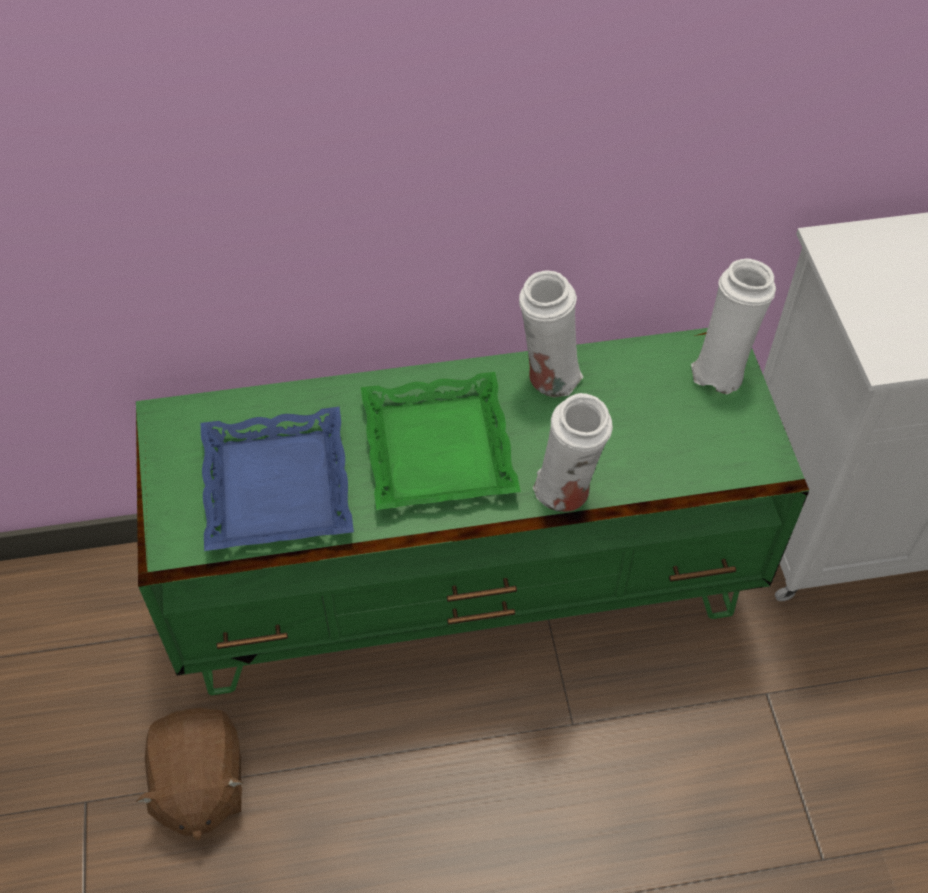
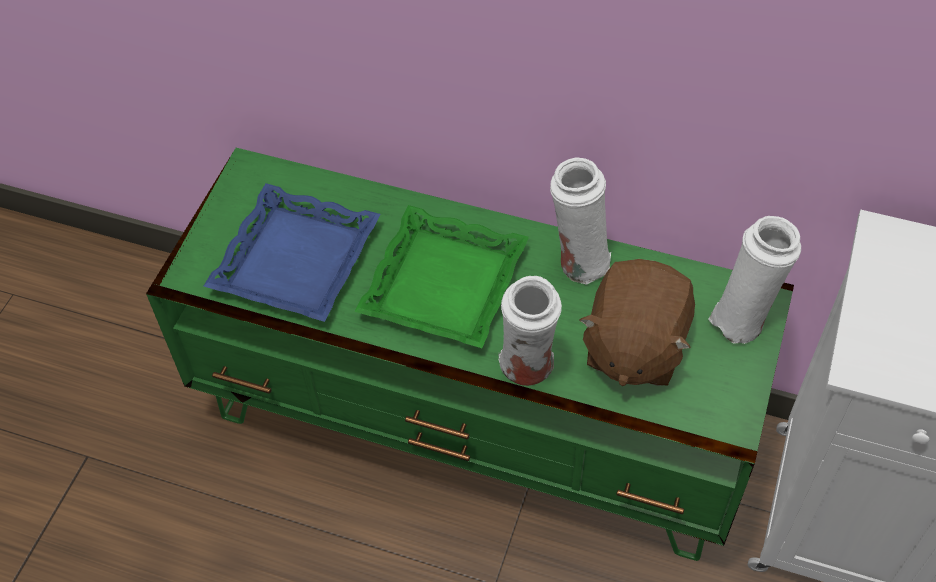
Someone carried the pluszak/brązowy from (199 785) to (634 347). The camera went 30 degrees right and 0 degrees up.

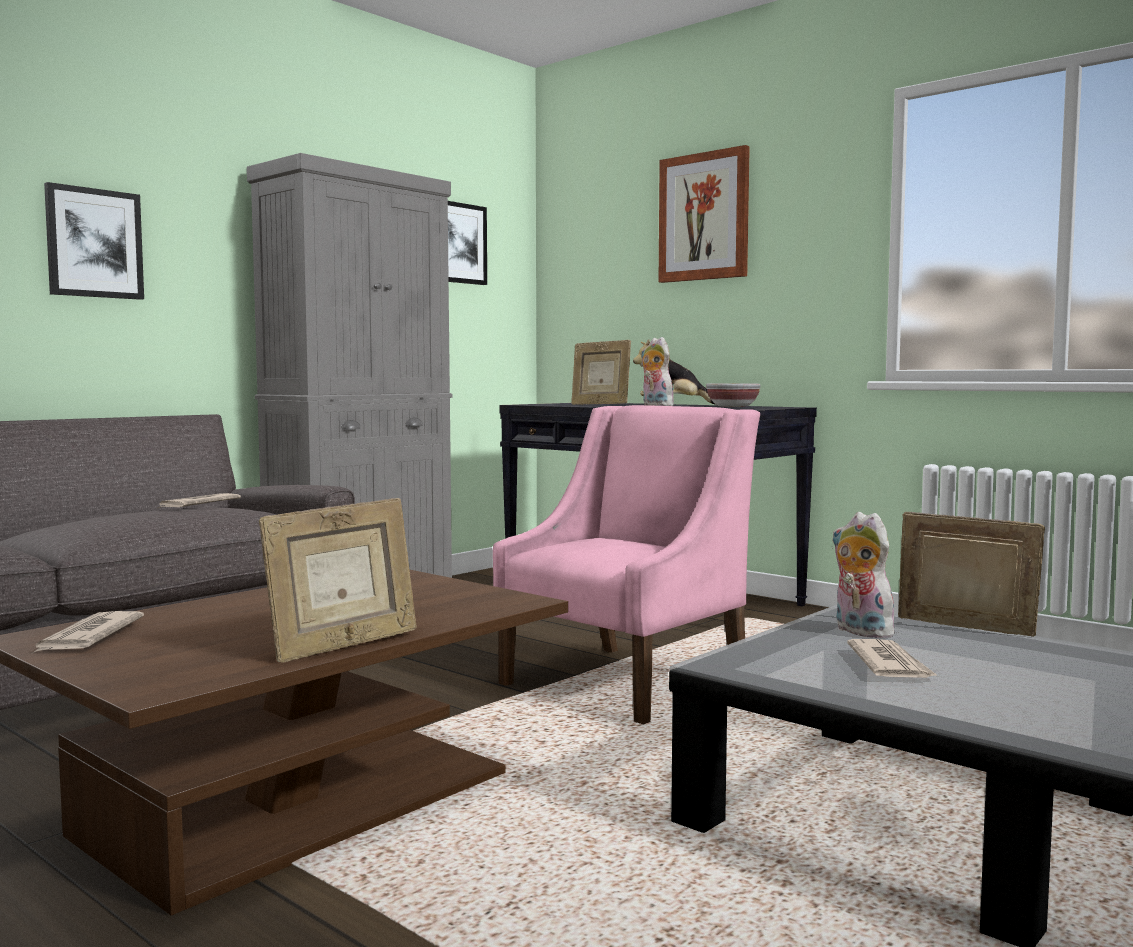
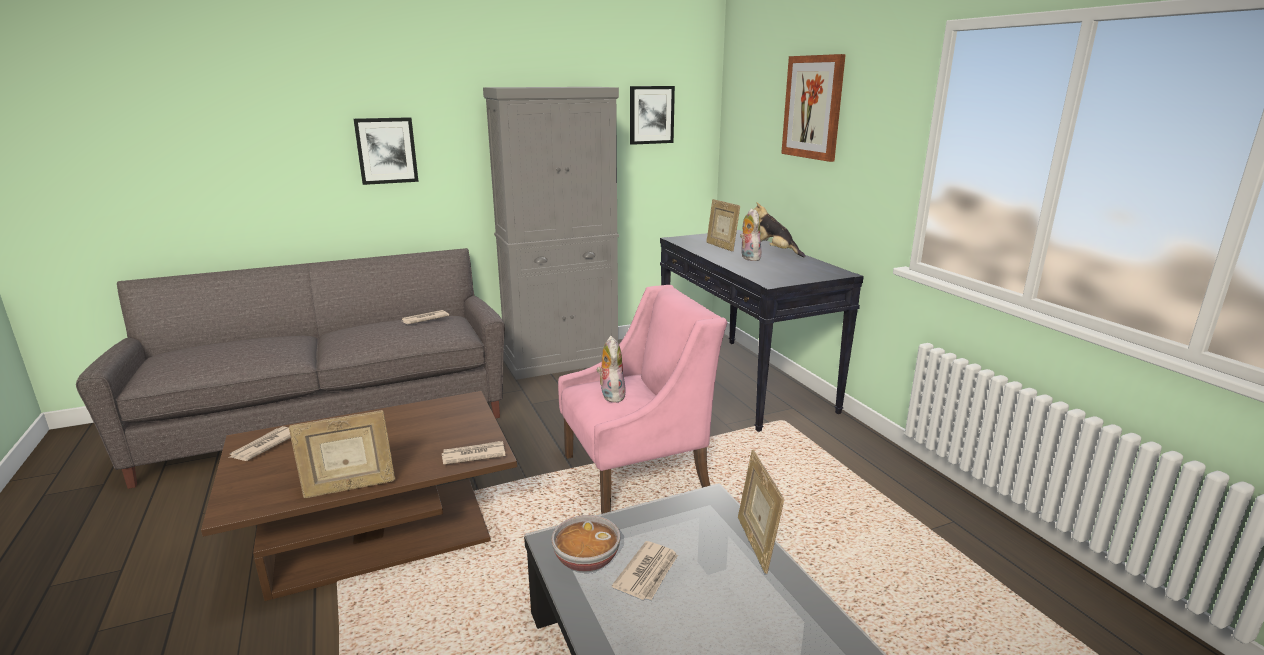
Someone carried the miska from (732 407) to (586 560). Someone carried the pluszak from (859 631) to (611 395). Someone rotated the ramka na zdjęcie at (965 631) by 150 degrees counterclockwise. Someone put down the gazeta at (473 455). The camera went 25 degrees right and 15 degrees up.

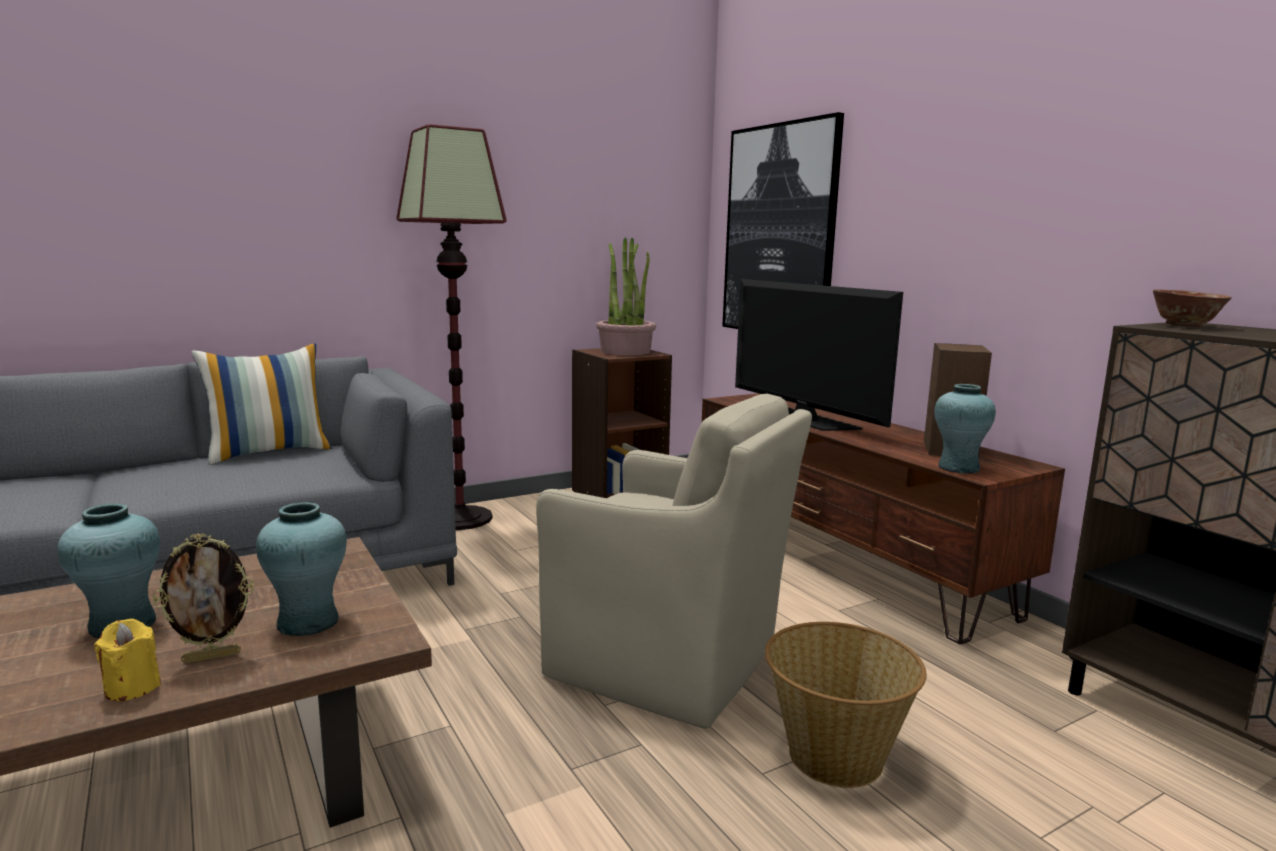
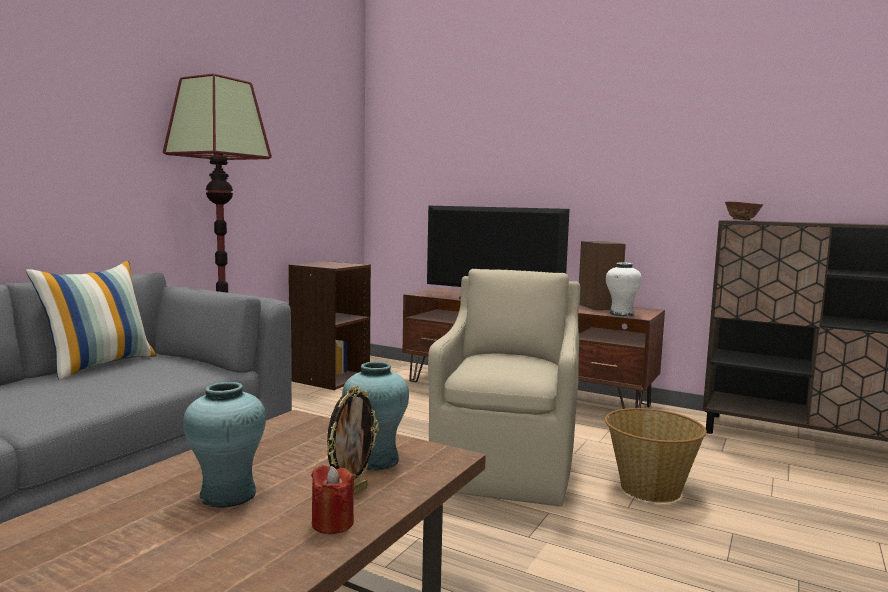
Someone repainted the świeca/żółty at (132 687), which became the świeca/czerwony at (332 523). Someone rotated the fotel/beżowy at (669 664) by 75 degrees counterclockwise. Someone took away the roślina doniczkowa at (625 351). Someone took away the obraz at (779 231). Someone repainted the wazon/turkusowy at (958 468), which became the wazon/biały at (621 314). The camera went 30 degrees left and 5 degrees down.

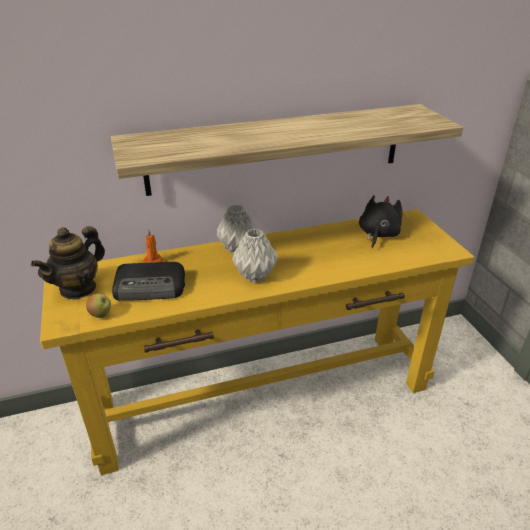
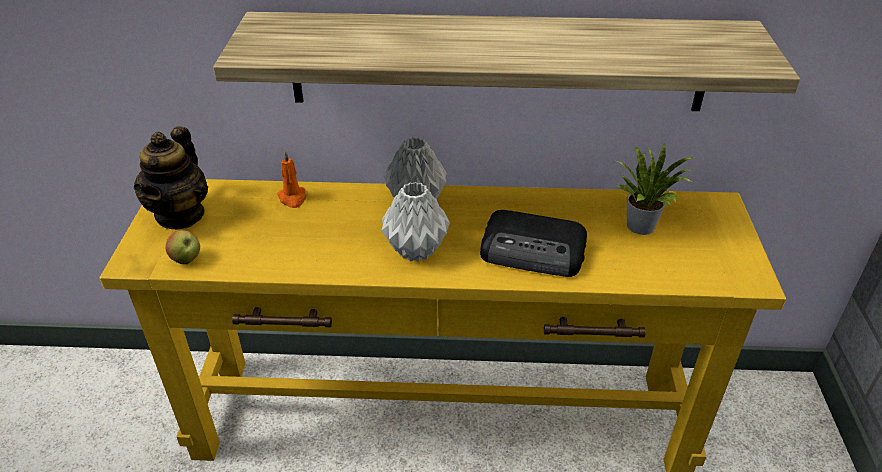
Someone rotated the imbryk at (78 288) by 45 degrees counterclockwise. Someone carried the radio from (151 287) to (534 251). Someone swapped the pluszak/czarny at (378 234) for the roślina doniczkowa at (642 224). The camera went 20 degrees right and 5 degrees up.

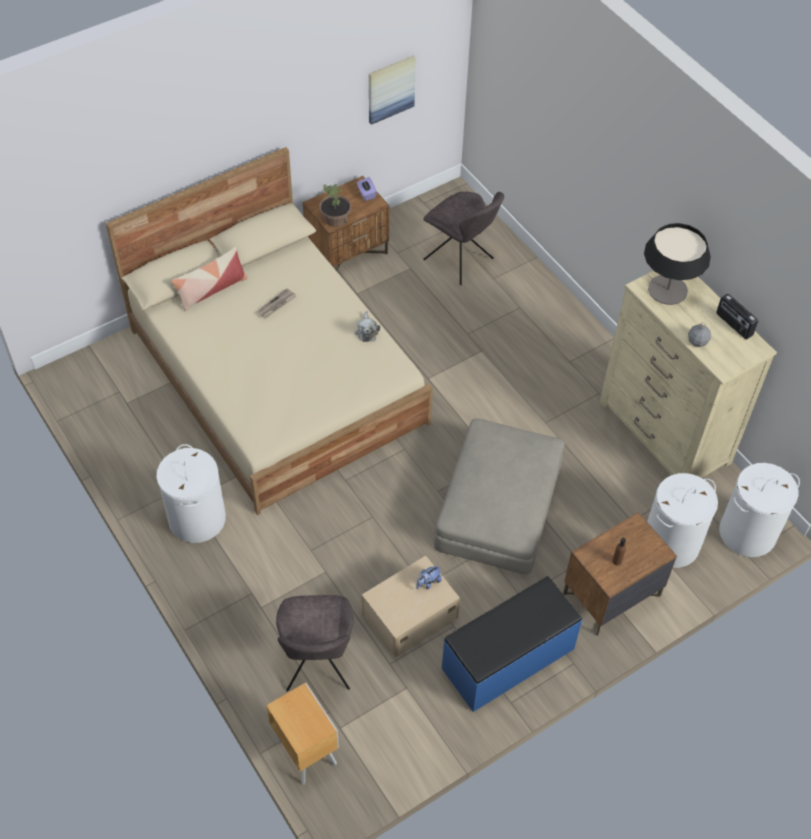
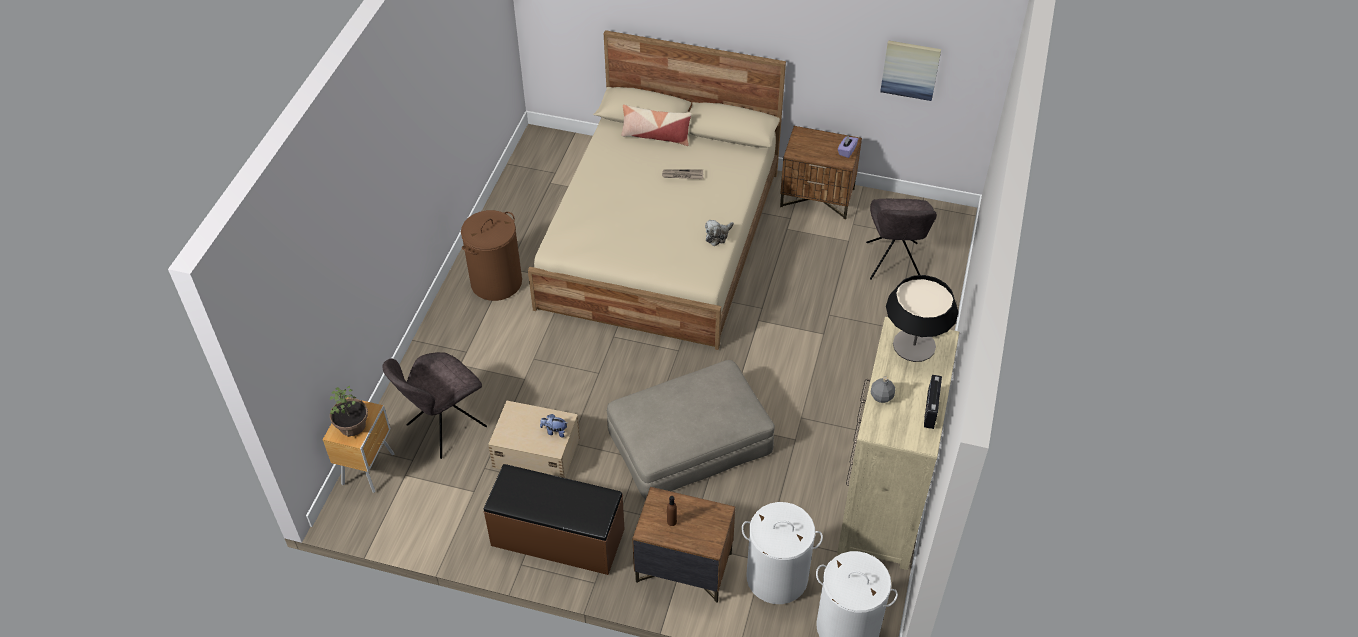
Someone repainted the kosz na pranie/biały at (196 518), which became the kosz na pranie/brązowy at (496 282). Someone carried the roślina doniczkowa from (336 218) to (352 425). Someone repainted the ławka/niebieski at (508 659), which became the ławka/brązowy at (557 538). The camera went 50 degrees right and 5 degrees down.

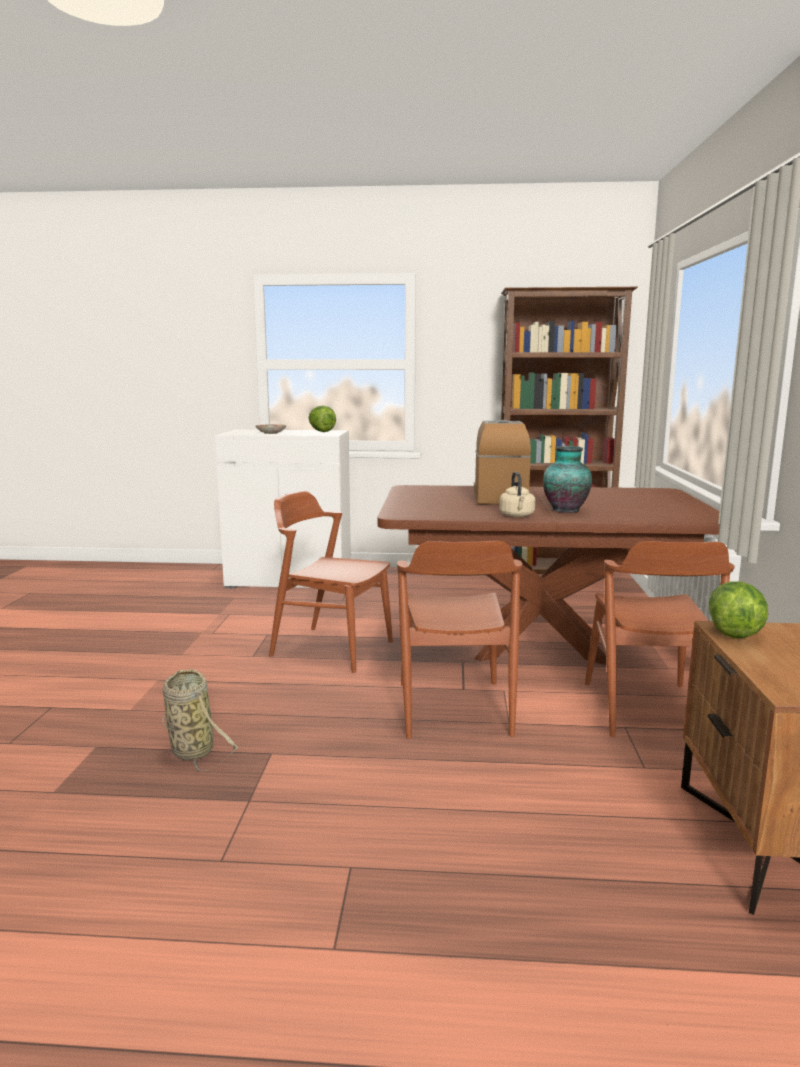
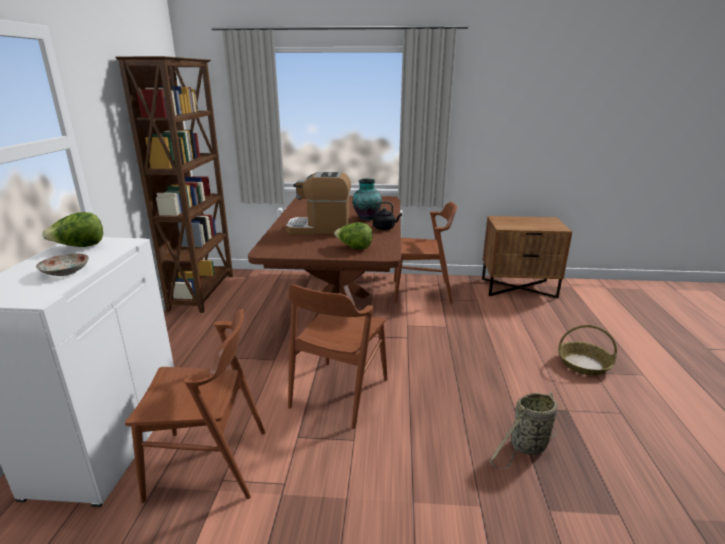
Someone carried the krzesło/brązowy from (454 708) to (209 463). Someone repainted the czajnik/beżowy at (517 516), which became the czajnik/czarny at (385 228). Someone carried the sałata from (734 632) to (354 248). Someone put down the koszyk at (584 364). The camera went 90 degrees left and 10 degrees up.

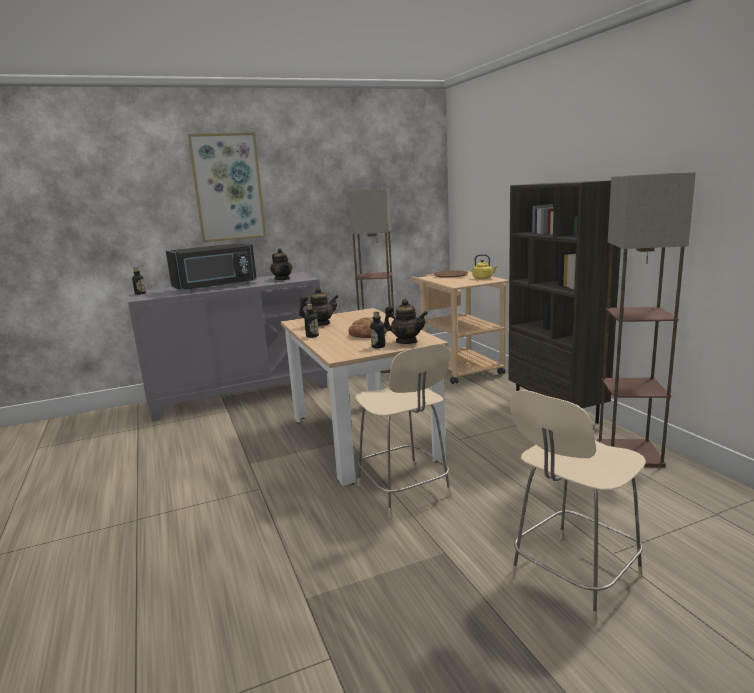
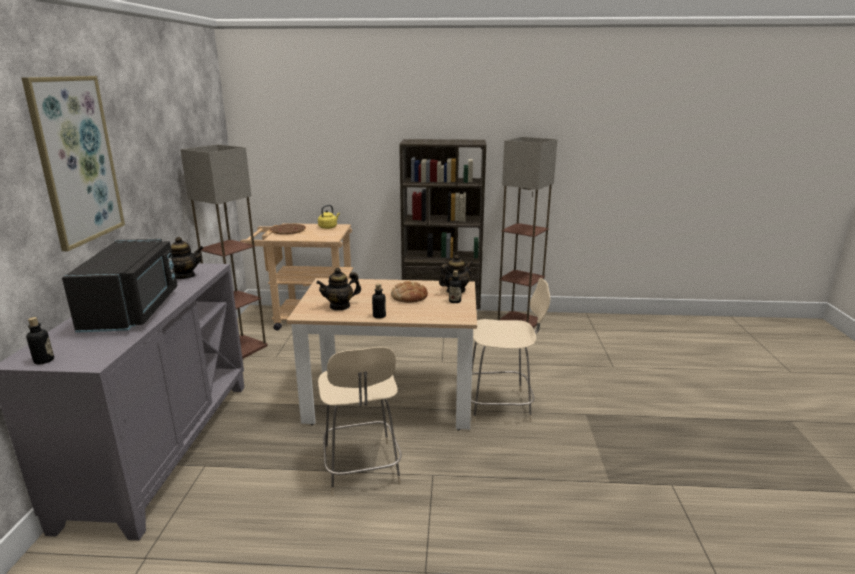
Someone rotated the imbryk at (320 324) by 120 degrees counterclockwise. Someone carried the krzesło/beżowy from (573 578) to (362 470). The camera went 65 degrees left and 5 degrees up.

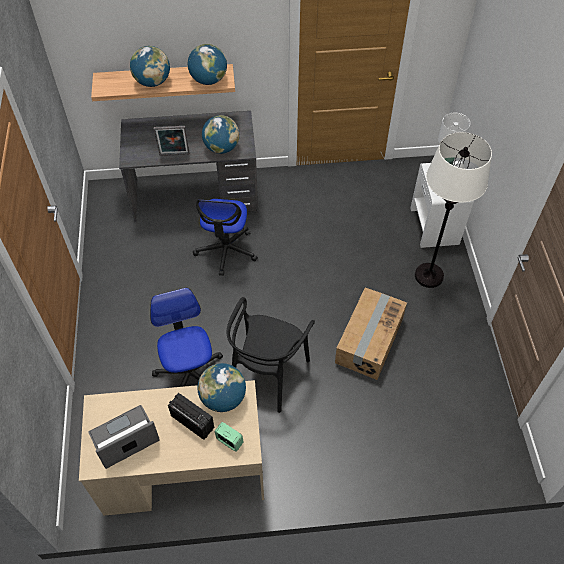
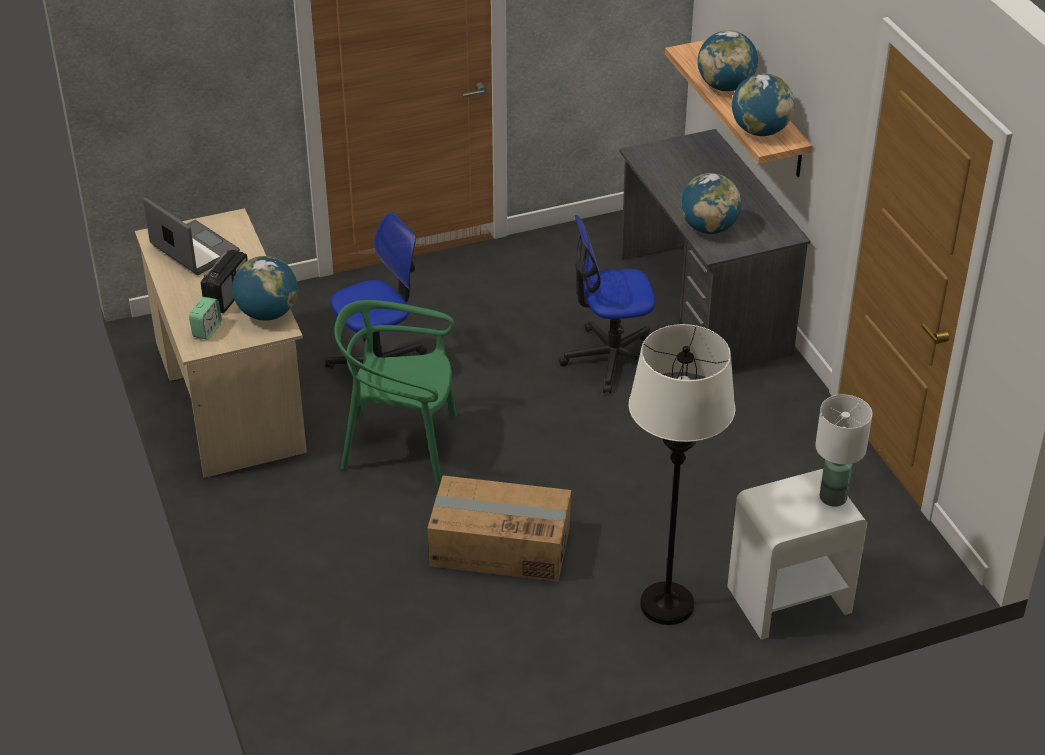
Someone took away the ramka na zdjęcie at (174 155). Someone repainted the krzesło/czarny at (267 374), which became the krzesło/zielony at (401 445). The camera went 75 degrees right and 15 degrees down.

